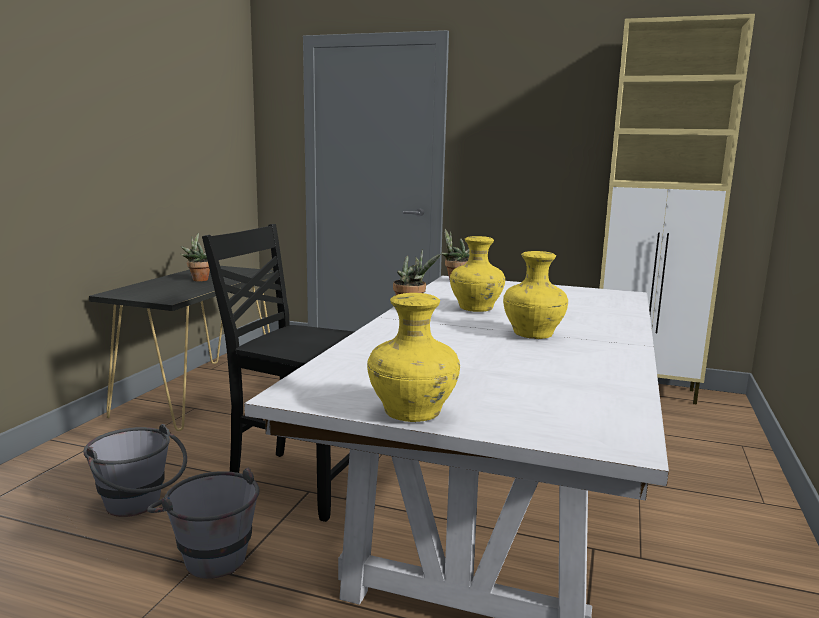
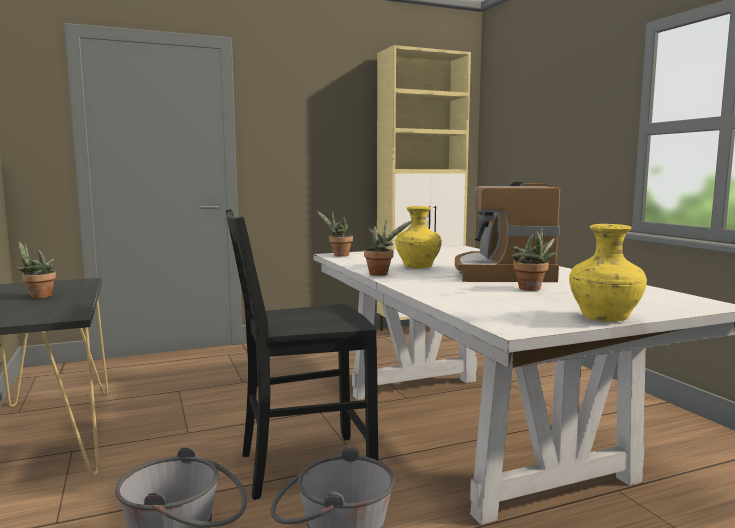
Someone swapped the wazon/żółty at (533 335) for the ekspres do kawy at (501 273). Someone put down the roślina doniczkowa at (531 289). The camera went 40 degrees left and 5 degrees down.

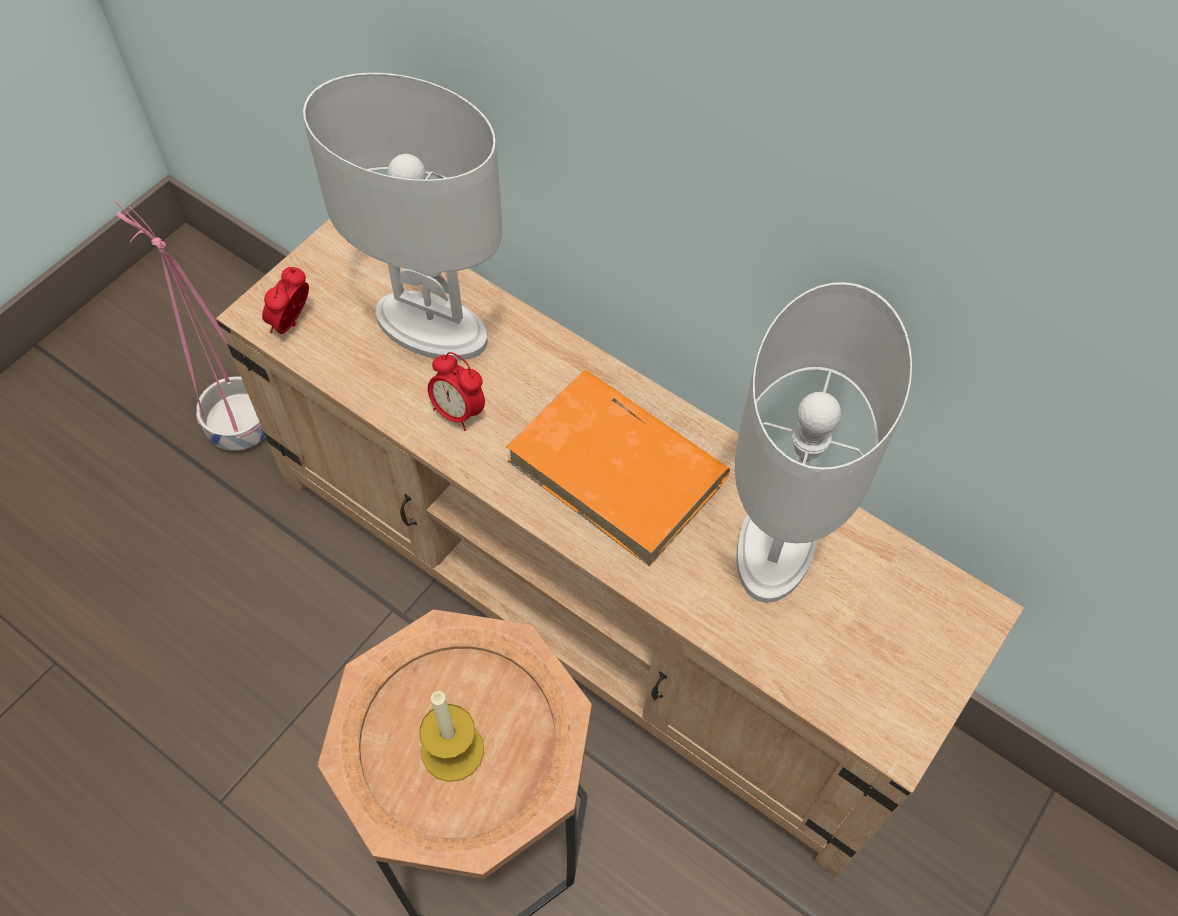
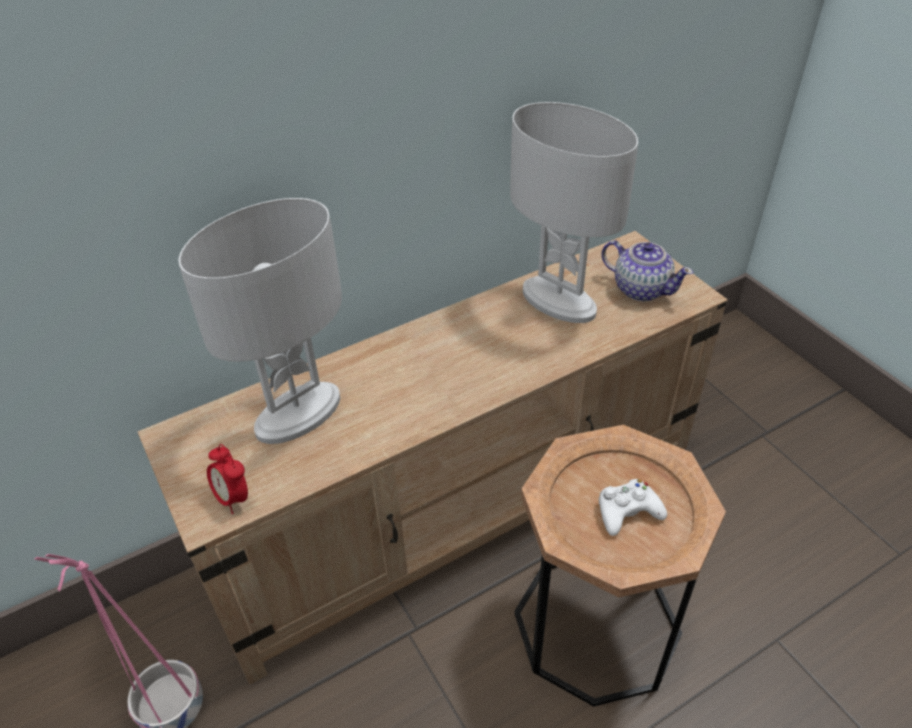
Someone swapped the świeca at (452 750) for the pad do gier/biały at (627 512). Someone took away the budzik at (458 412). Someone took away the książka/pomarańczowy at (619 471). Someone put down the imbryk at (641 288). The camera went 65 degrees left and 15 degrees down.

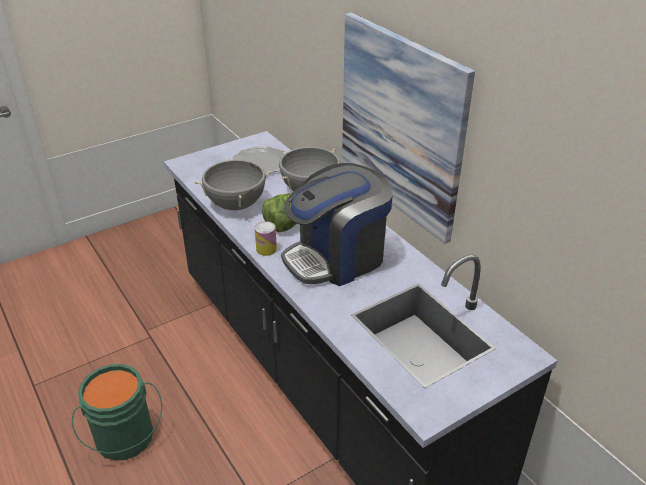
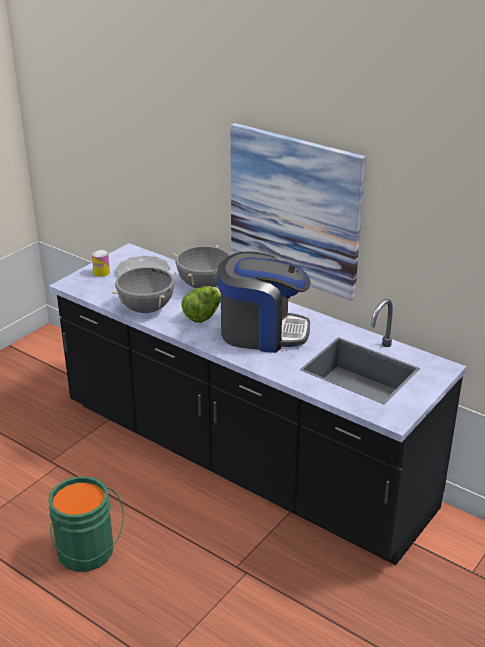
Someone carried the puszka from (266 249) to (101 272). Someone rotated the ekspres do kawy at (337 258) by 120 degrees counterclockwise. The camera went 20 degrees left and 5 degrees down.

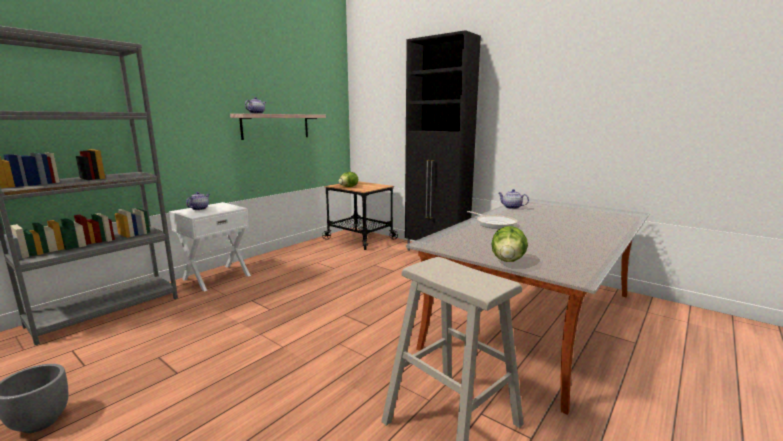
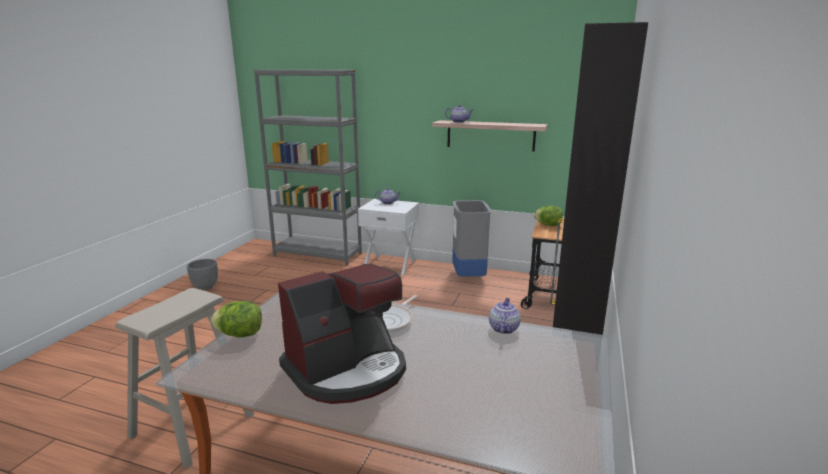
Someone put down the ekspres do kawy at (347 370). Someone put down the kosz na śmieci/szary at (468 277). The camera went 70 degrees right and 5 degrees up.

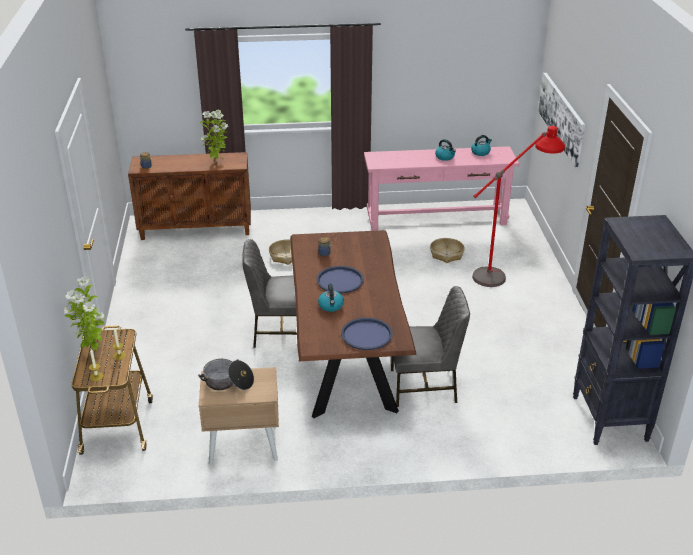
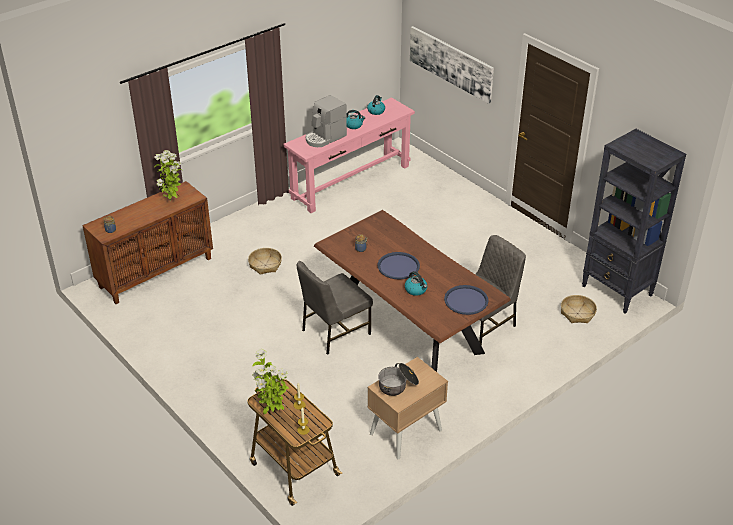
Someone carried the koszyk from (446 254) to (577 313). Someone took away the lampa stojąca/czerwony at (507 271). Someone put down the ekspres do kawy at (325 137). The camera went 35 degrees left and 5 degrees up.

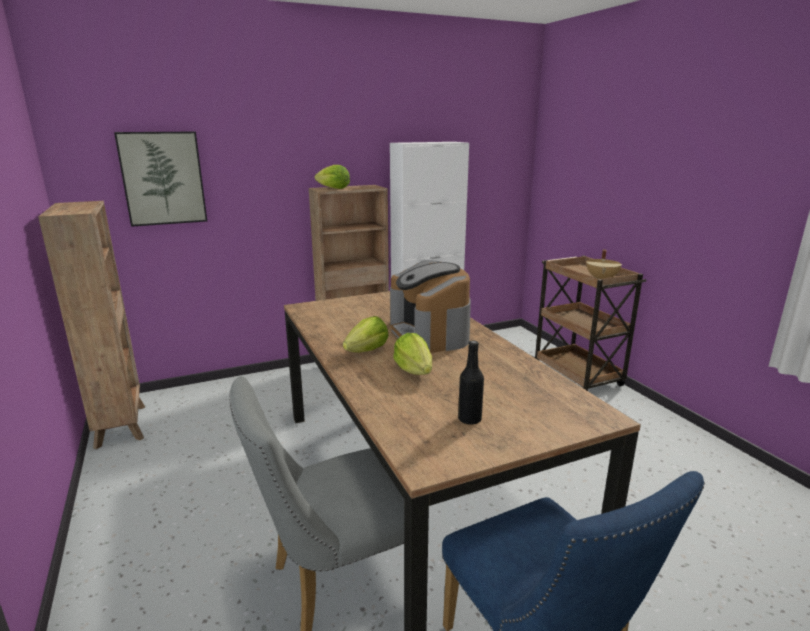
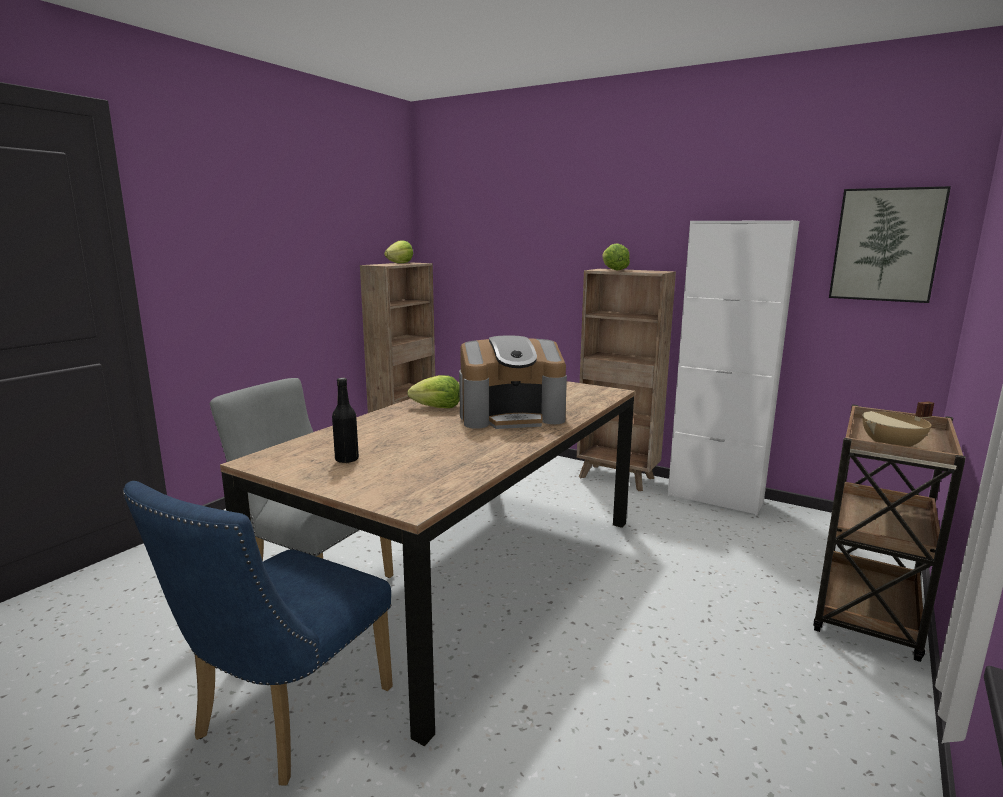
Someone carried the obraz from (163 178) to (886 245). Someone rotated the ekspres do kawy at (430 333) by 135 degrees counterclockwise. Someone carried the sałata from (414 371) to (399 263). The camera went 55 degrees right and 5 degrees down.

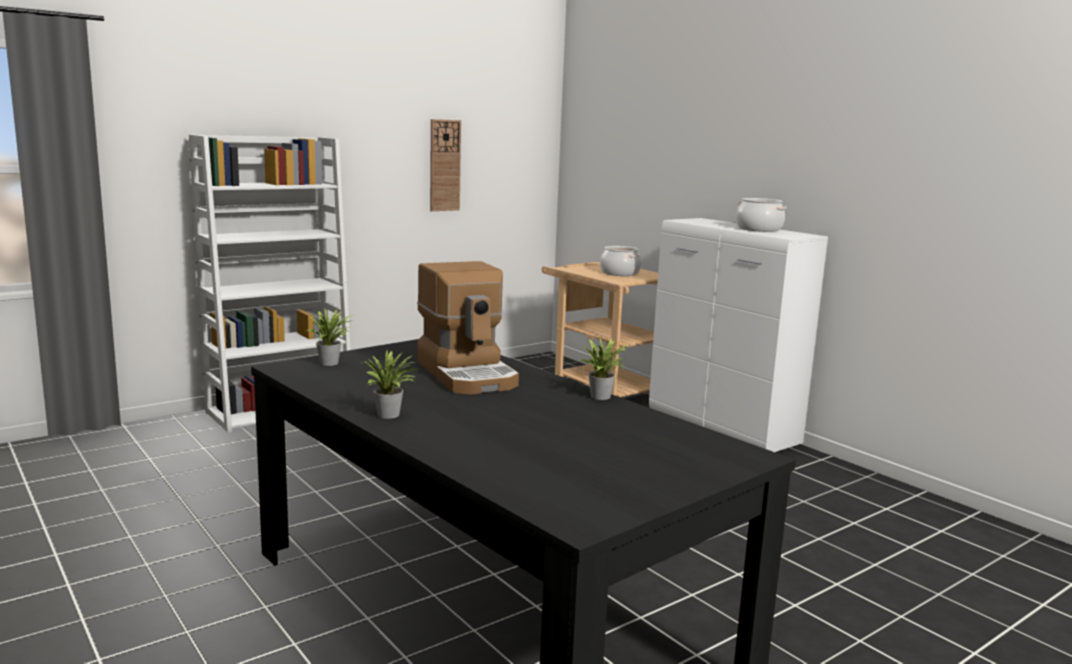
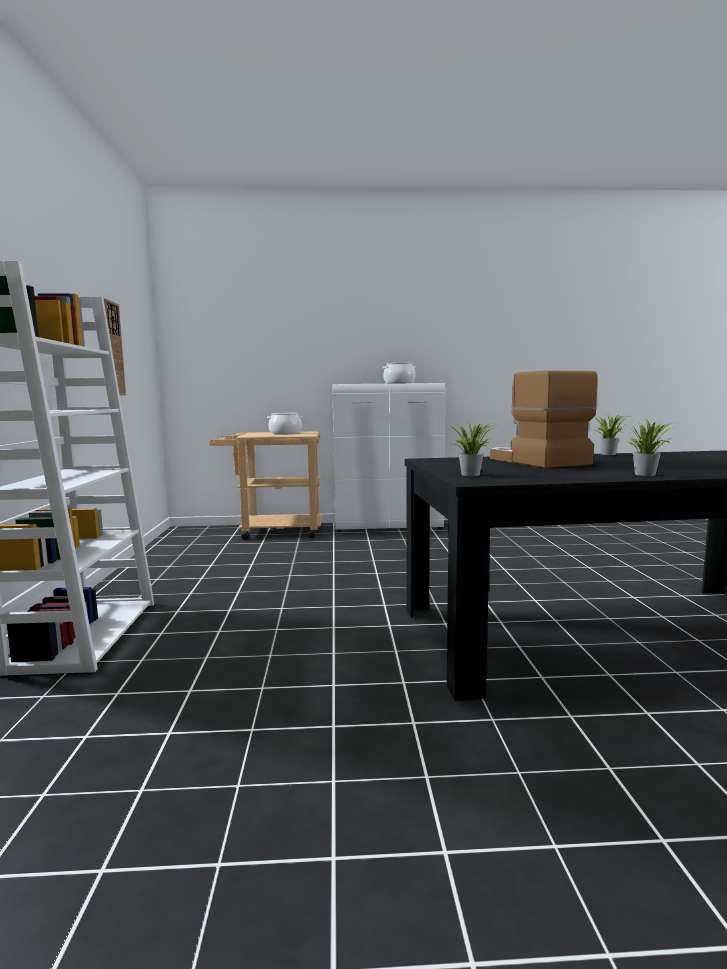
Someone rotated the ekspres do kawy at (468 374) by 120 degrees counterclockwise. The camera went 55 degrees left and 5 degrees down.

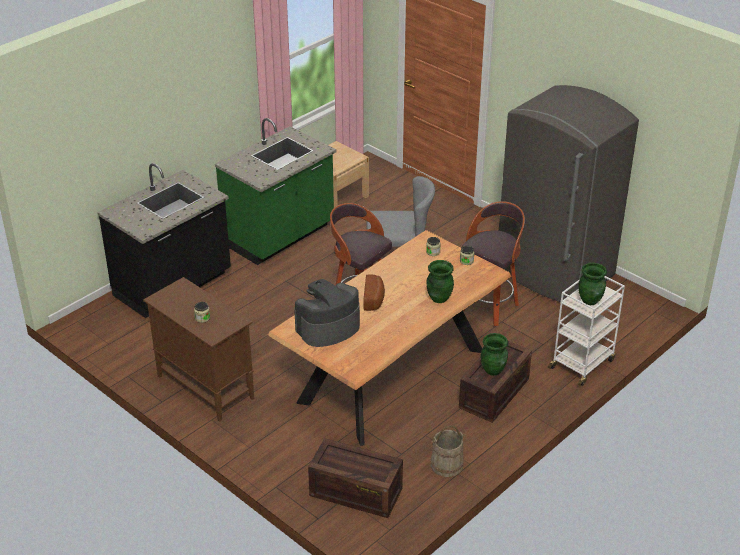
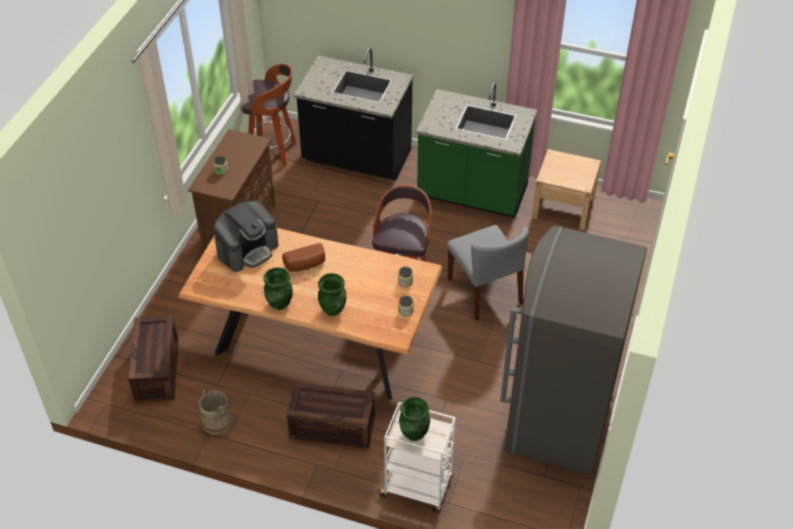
Someone rotated the ekspres do kawy at (327 328) by 105 degrees clockwise. Someone carried the stołek from (490 307) to (273 151). Someone carried the wazon/zielony from (493 370) to (280 304). The camera went 65 degrees right and 10 degrees up.

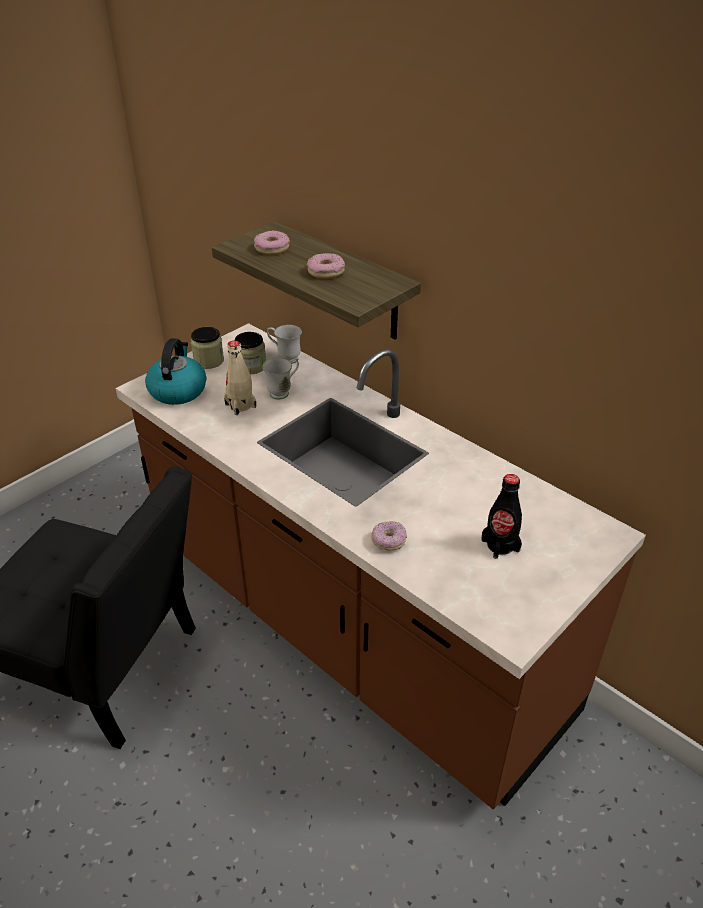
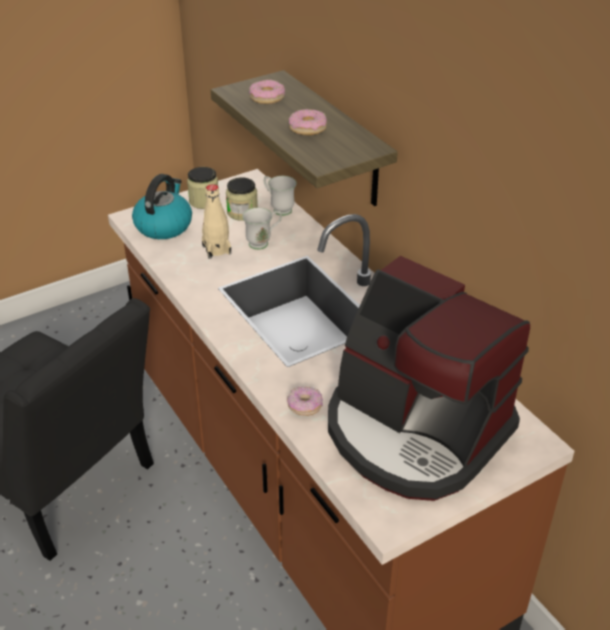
Someone swapped the butelka/czarny at (500 545) for the ekspres do kawy at (415 432). The camera went 15 degrees right and 0 degrees up.

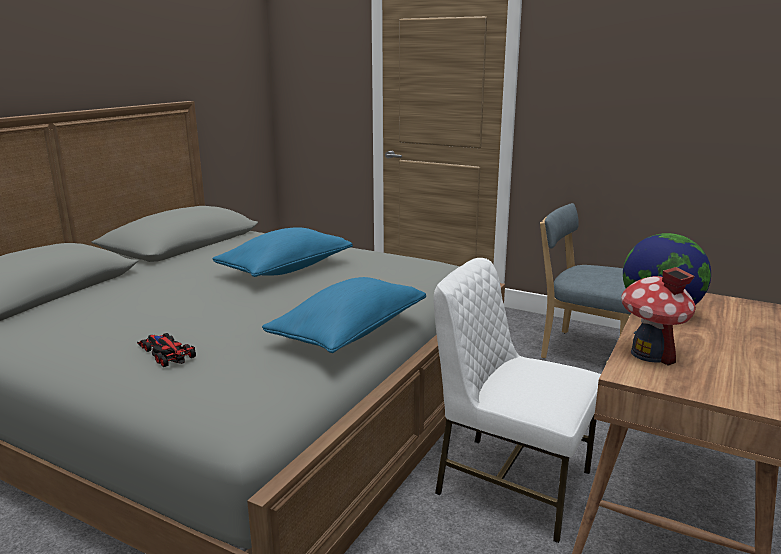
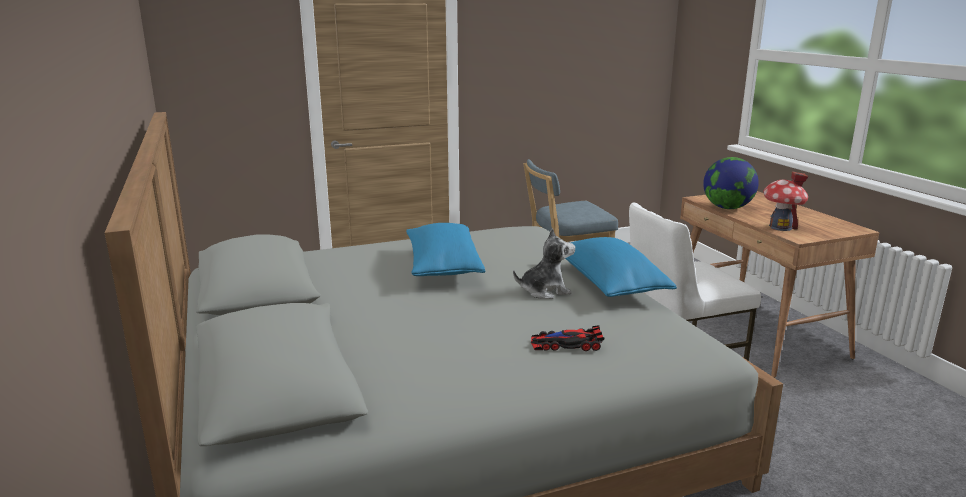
Someone put down the pluszak at (545 291). The camera went 50 degrees left and 0 degrees up.

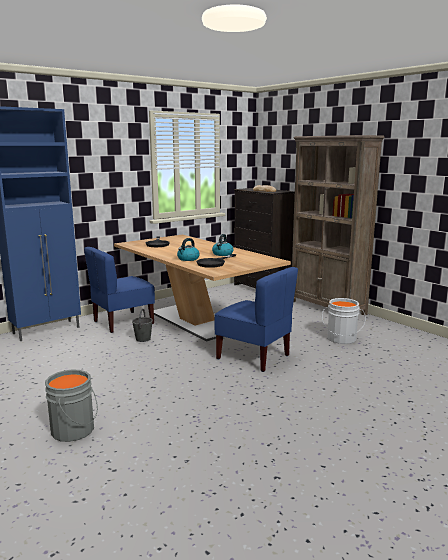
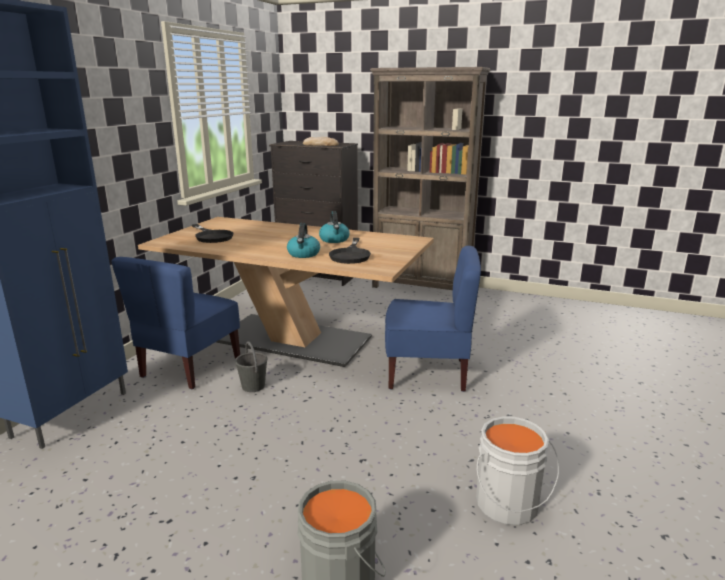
Someone carried the wiadro/szary from (341 339) to (508 506). The camera went 30 degrees left and 5 degrees up.

